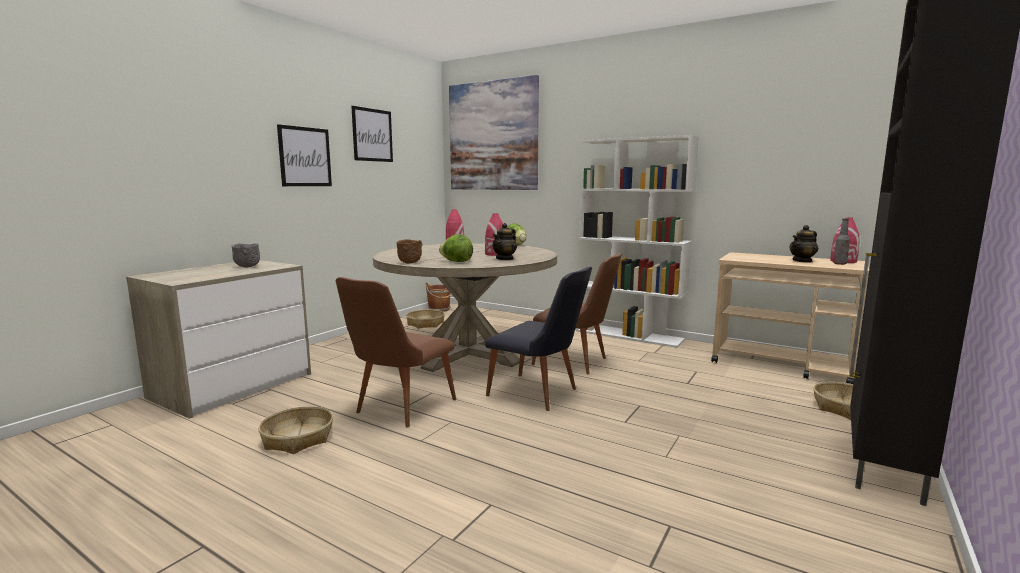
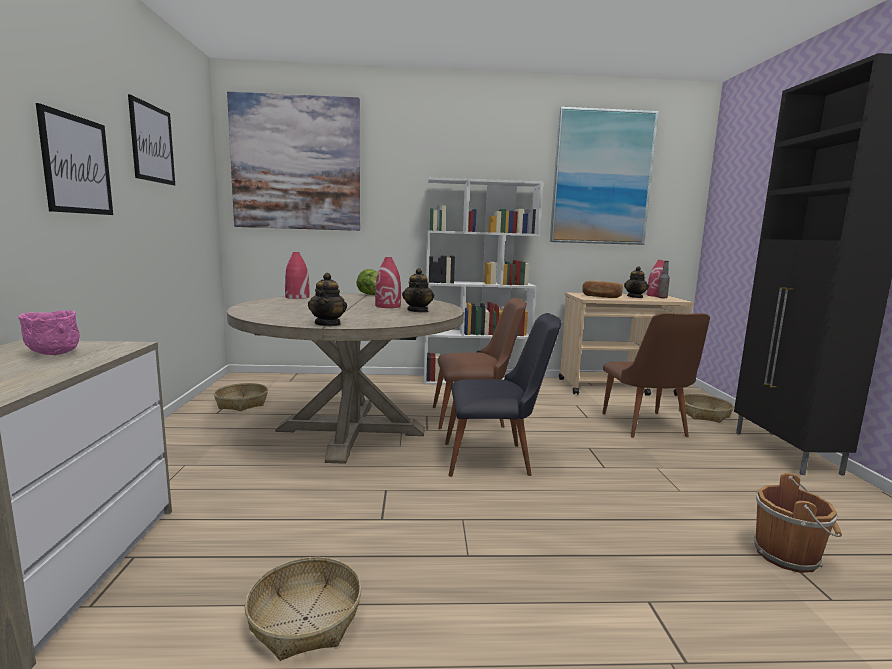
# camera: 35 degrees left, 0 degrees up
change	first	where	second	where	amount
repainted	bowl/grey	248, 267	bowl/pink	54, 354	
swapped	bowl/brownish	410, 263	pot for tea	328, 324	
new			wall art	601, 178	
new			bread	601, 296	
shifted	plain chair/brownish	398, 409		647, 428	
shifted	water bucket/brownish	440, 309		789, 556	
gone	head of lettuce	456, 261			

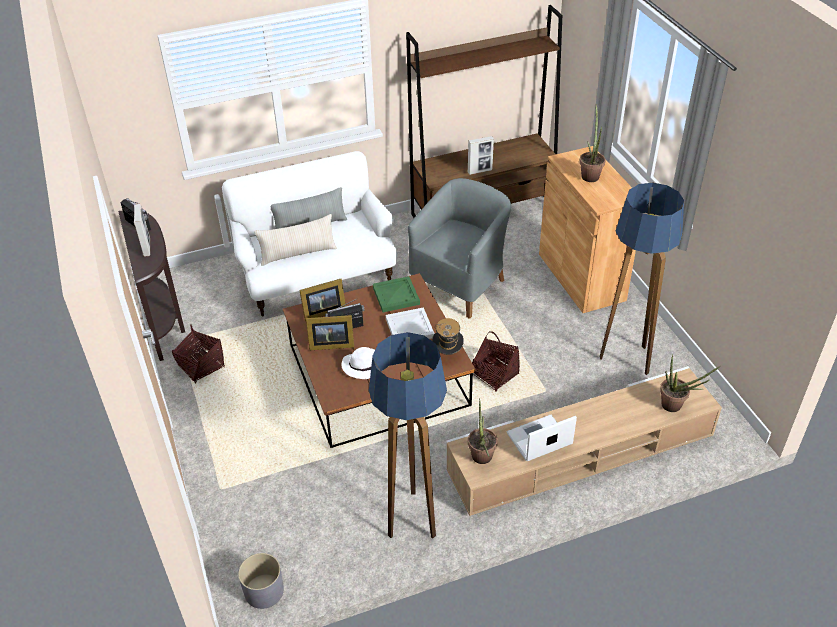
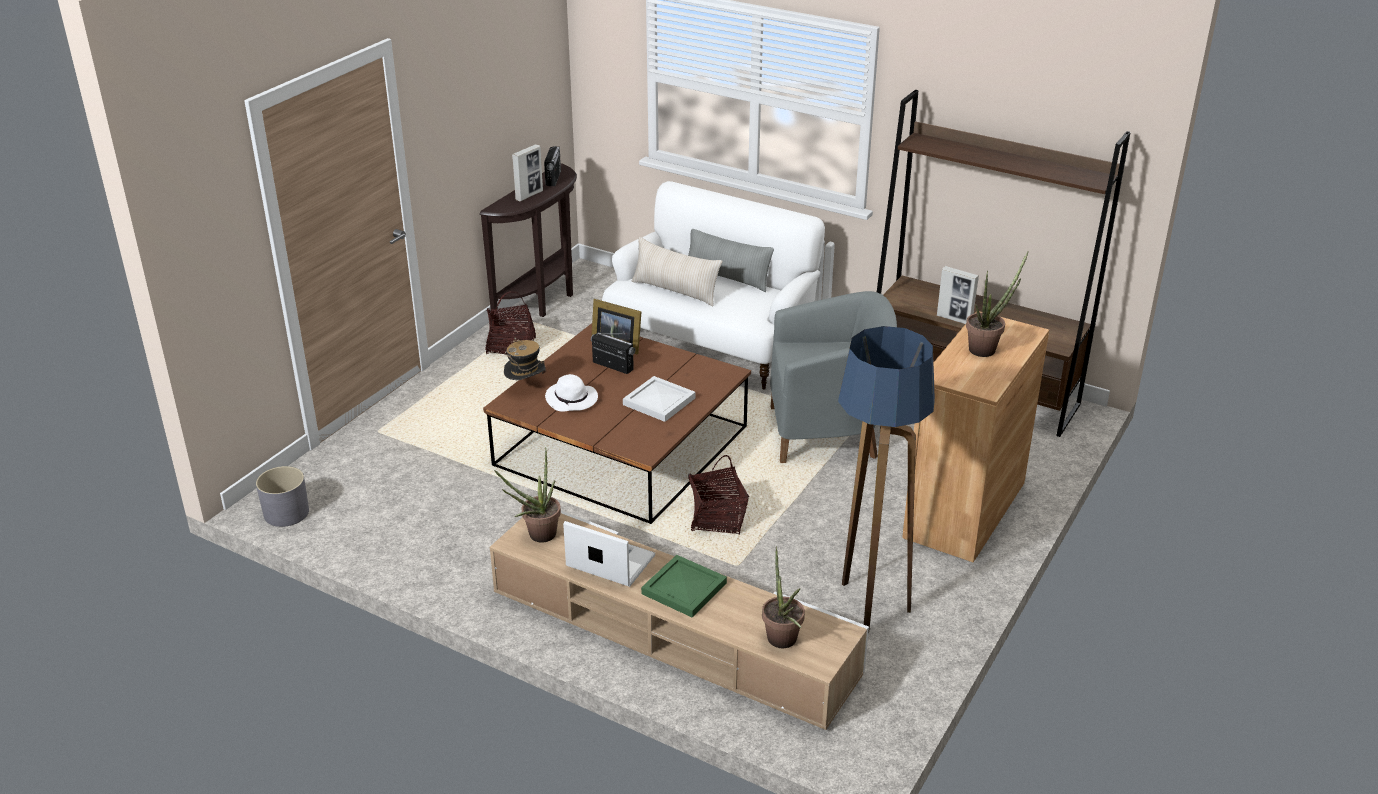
# camera: 50 degrees right, 10 degrees down
change	first	where	second	where	amount
shifted	wearable hat	447, 354		526, 387	
shifted	serving tray/green-coloured	397, 296		684, 589	
gone	picture frame	330, 344			
gone	floor lamp	412, 516			

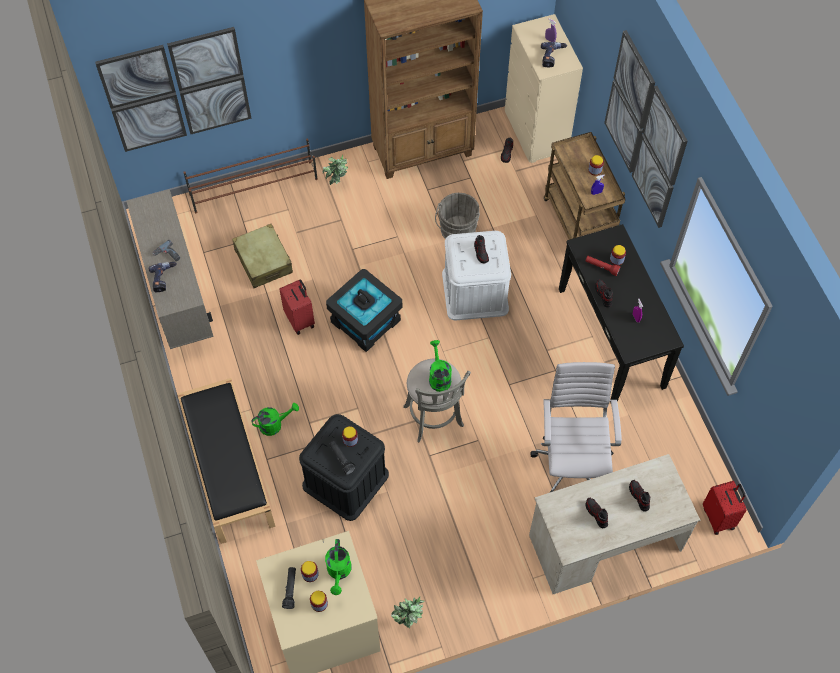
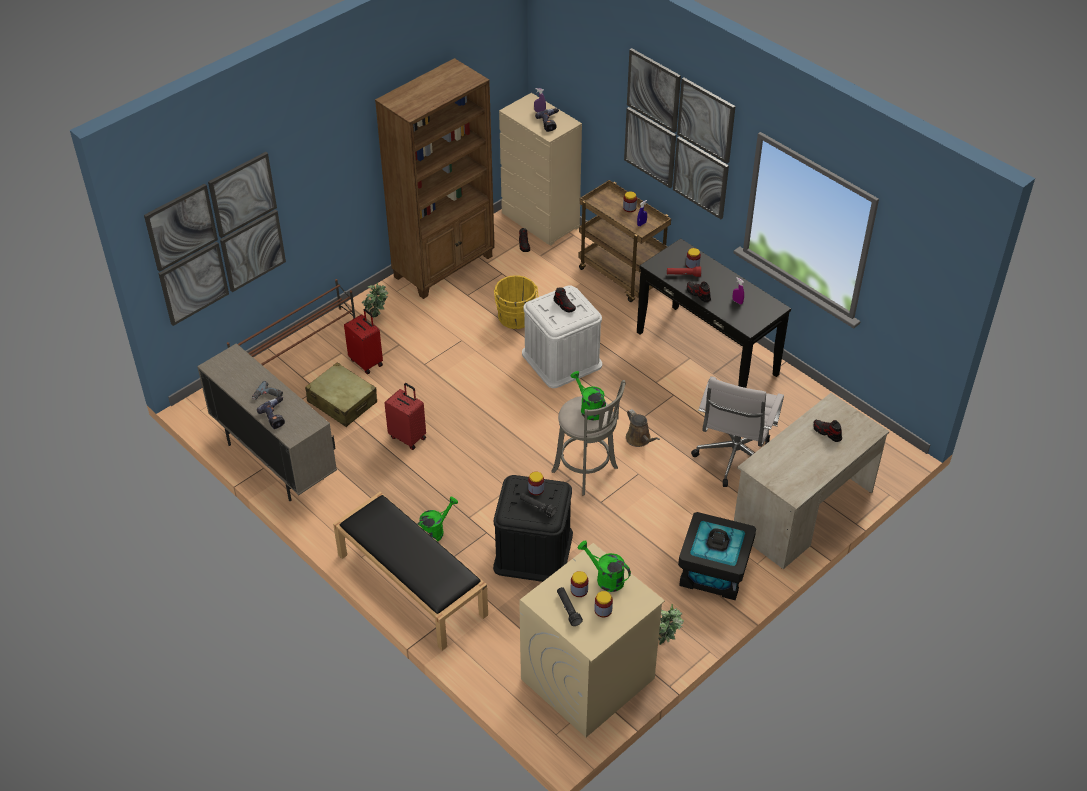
# camera: 25 degrees left, 15 degrees down
change	first	where	second	where	amount
shifted	travel case/red	719, 517		367, 362	
repainted	water bucket/grey	457, 232	water bucket/yellow-coloured	516, 319	
rotated	sprinkling can/green-coloured	339, 572		605, 578	150 degrees clockwise
new			sprinkling can/brownish	639, 439	
shifted	storage bin/black-coloured	365, 321		713, 571	
rotated	office chair/white-coloured	572, 462		733, 460	135 degrees counterclockwise
gone	low shoe	596, 514			

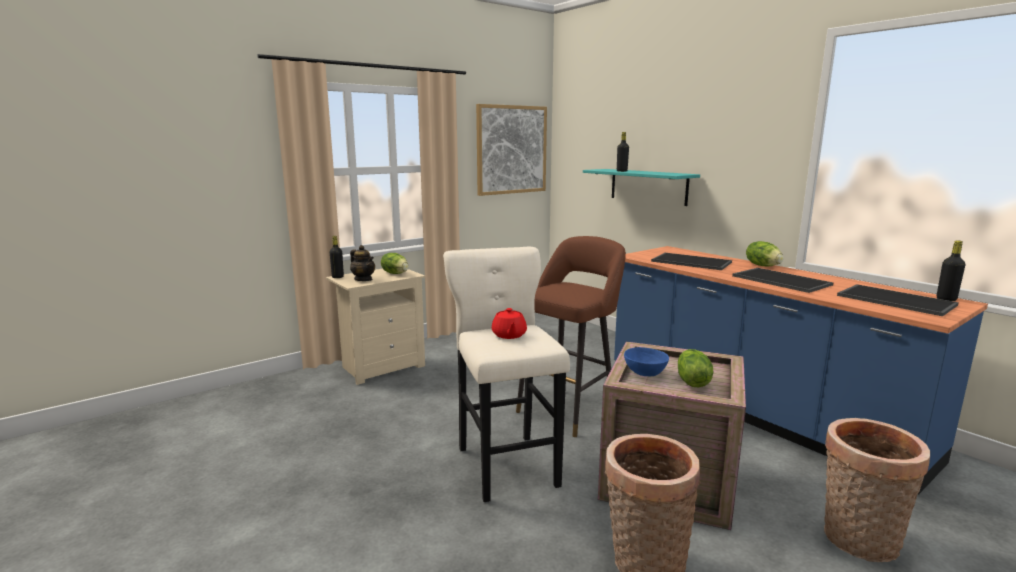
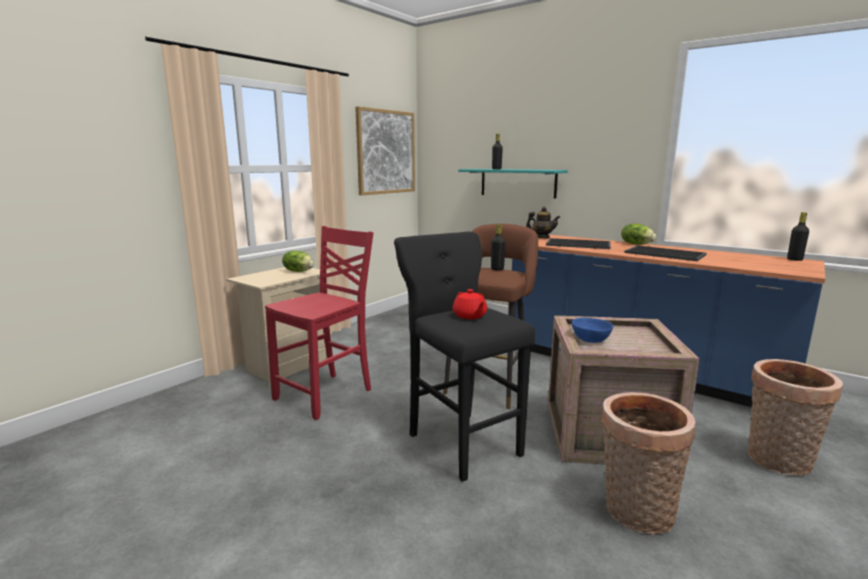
# camera: 15 degrees left, 0 degrees up
change	first	where	second	where	amount
new			plain chair/red	326, 395	
repainted	stool seat/sand-coloured	506, 463	stool seat/black-coloured	461, 441	
shifted	drink bottle/black-coloured	337, 277		497, 269	
shifted	pot for tea	363, 279		542, 237	
gone	head of lettuce	691, 382			
gone	serving tray	894, 300			

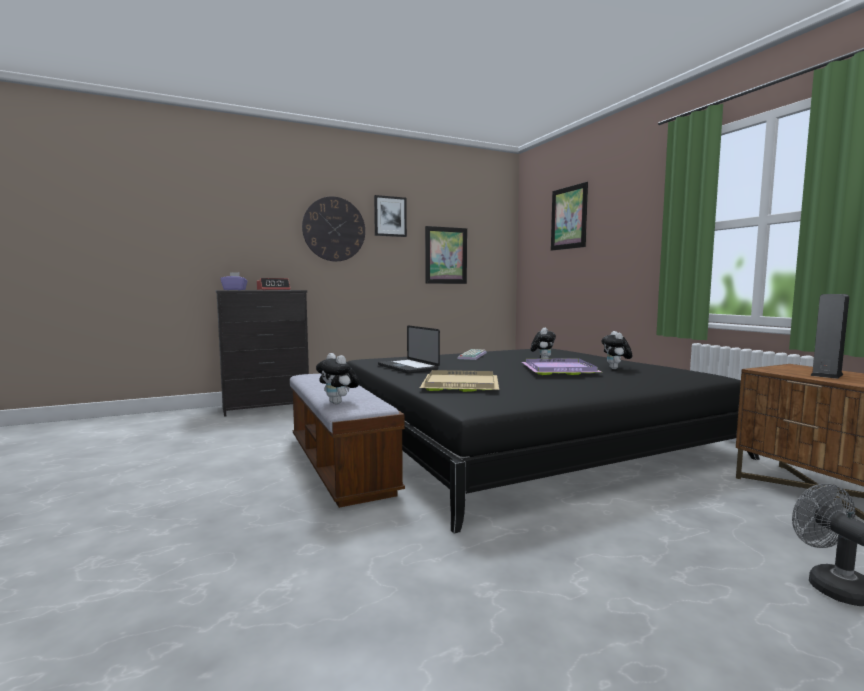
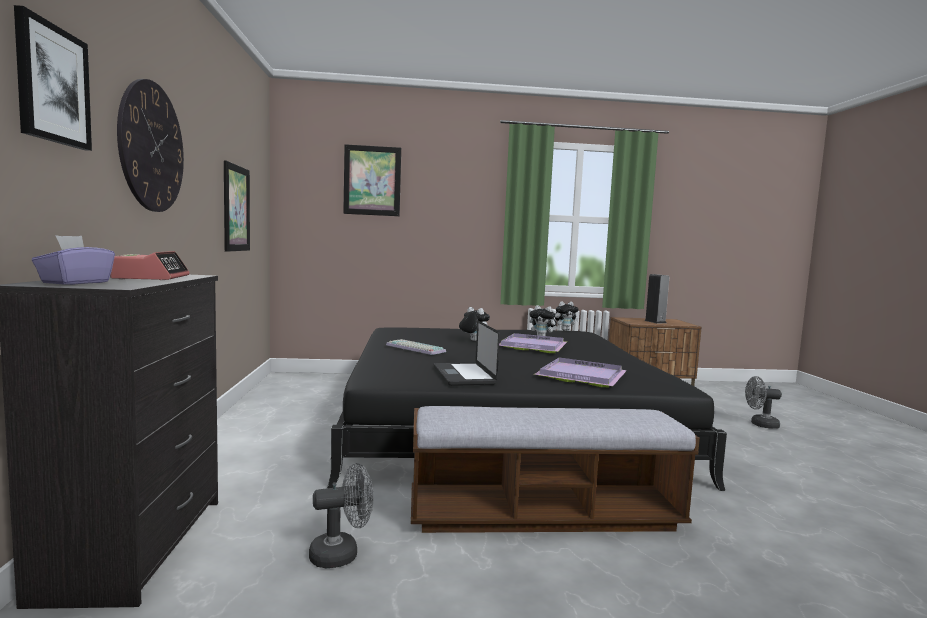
# camera: 70 degrees left, 0 degrees up
change	first	where	second	where	amount
shifted	wall art	390, 216		52, 85	
new			electric fan/grey	342, 554	
rotated	notebook computer	407, 367		463, 375	90 degrees clockwise
repainted	serving tray/sand-coloured	462, 384	serving tray/purple	580, 375	
shifted	plush toy	338, 403		565, 330	

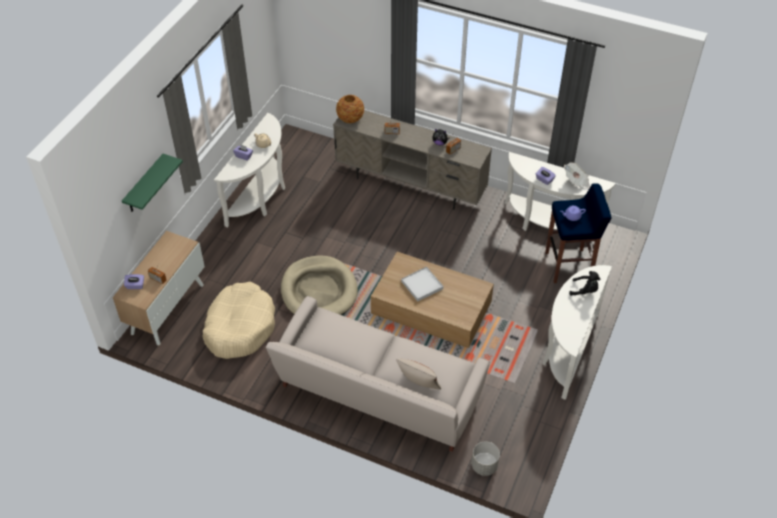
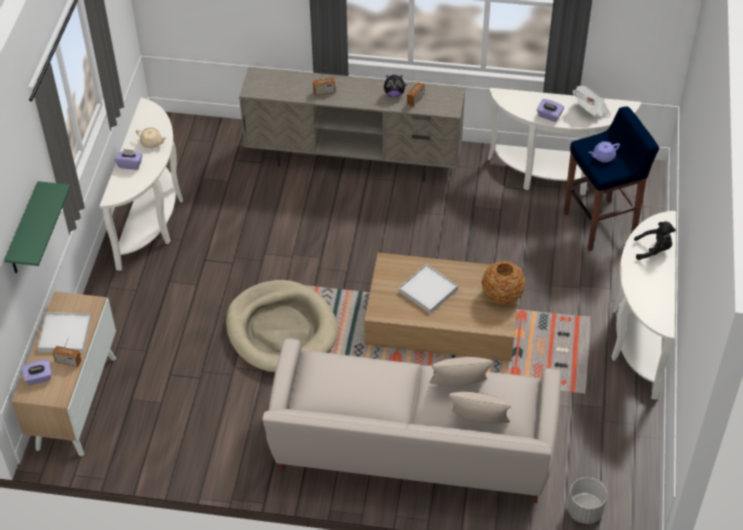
# camera: 15 degrees left, 0 degrees up
change	first	where	second	where	amount
new			serving tray/white-coloured	65, 334	
new			pillow/sand-coloured	459, 389	
shifted	decorative vase	350, 118		502, 295	
gone	dog bed/sand-coloured	240, 327			

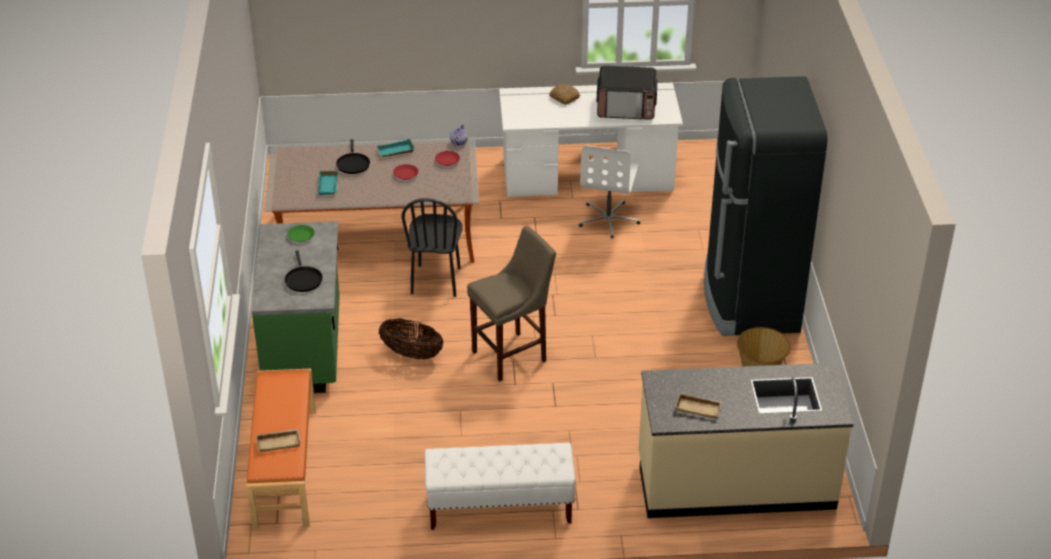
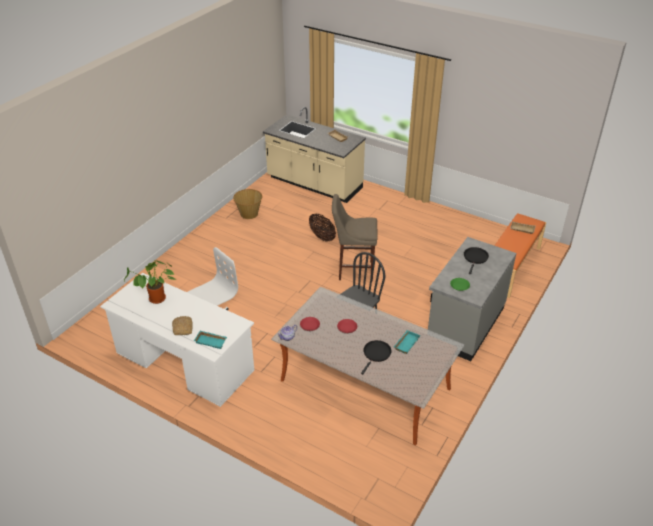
# camera: 145 degrees left, 0 degrees up
change	first	where	second	where	amount
swapped	kitchen microwave	626, 107	houseplant	156, 300	
shifted	serving tray/turquoise-coloured	395, 152		211, 341	
shifted	household basket	411, 354		322, 236	
repainted	kitchen counter/green-coloured	305, 348	kitchen counter/grey	464, 324	
gone	indoor bench/white-coloured	499, 508			
gone	fridge/black-coloured	749, 301			

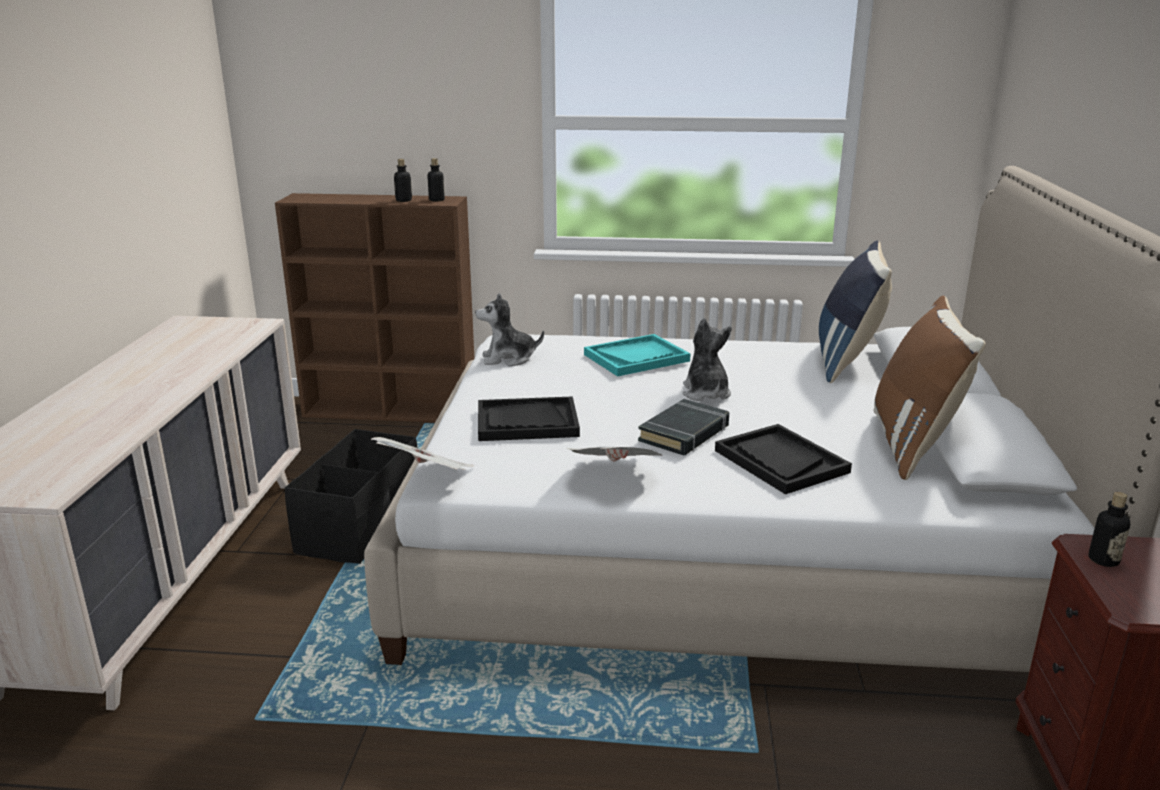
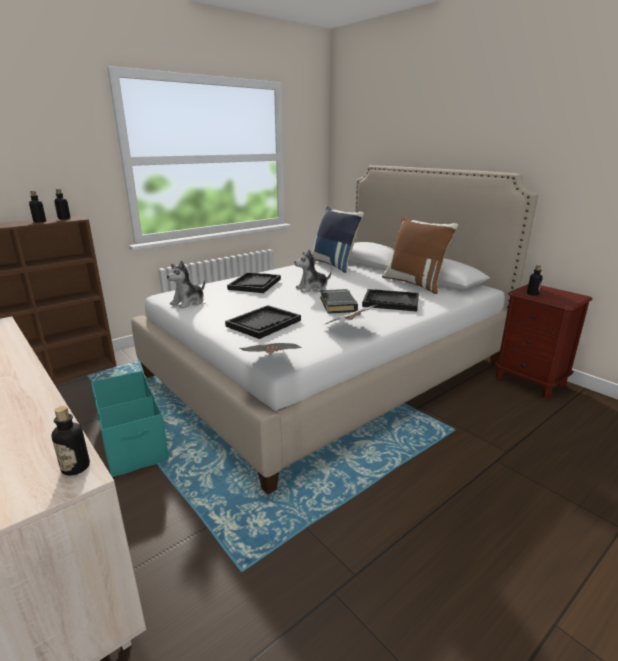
# camera: 45 degrees left, 0 degrees up
change	first	where	second	where	amount
new			drink bottle	75, 467	
repainted	storage bin/black-coloured	361, 524	storage bin/turquoise-coloured	133, 440	
repainted	serving tray/turquoise-coloured	636, 358	serving tray/black-coloured	255, 284	
rotated	plush toy	705, 393		312, 289	60 degrees counterclockwise

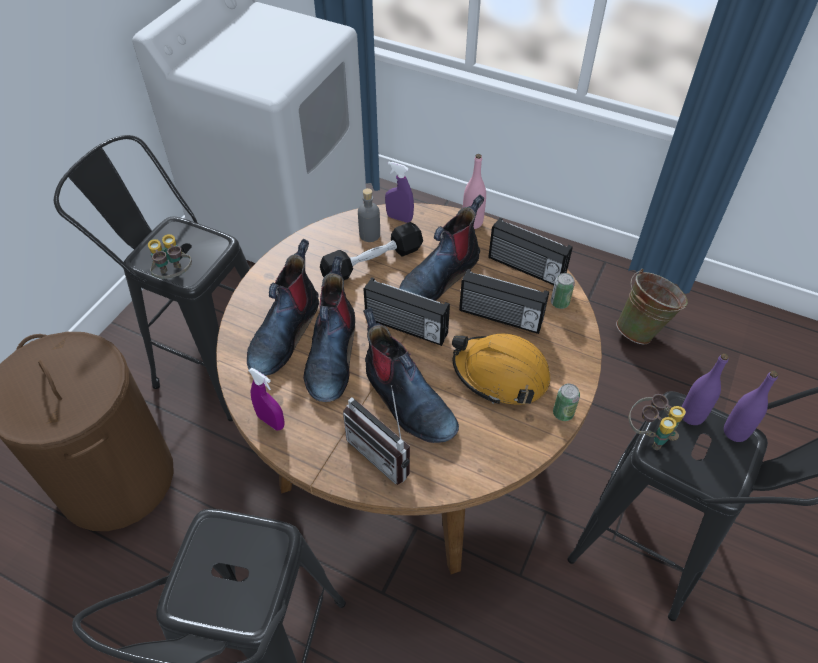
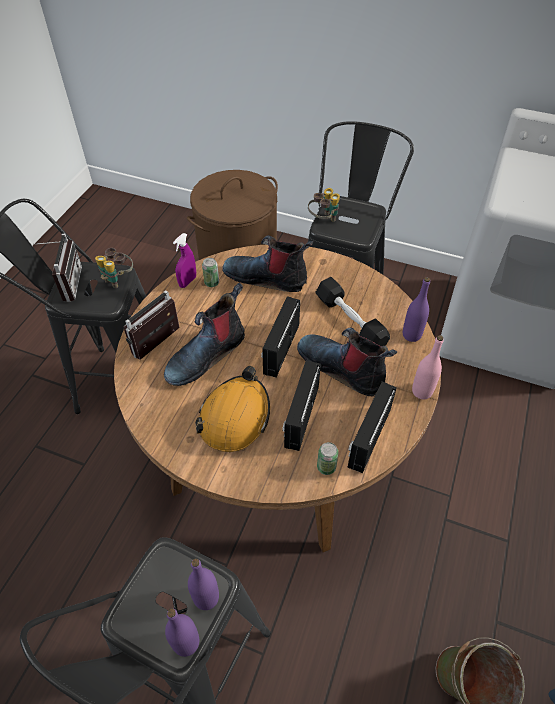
# camera: 85 degrees right, 0 degrees up
change	first	where	second	where	amount
new			radio	66, 284	
shifted	binoculars	649, 434		118, 279	
shifted	metal can	563, 413		211, 283	
swapped	spray bottle/purple	399, 218	drink bottle/purple	411, 335	
gone	high-top boot	331, 354			
gone	drink bottle/grey	369, 234			

